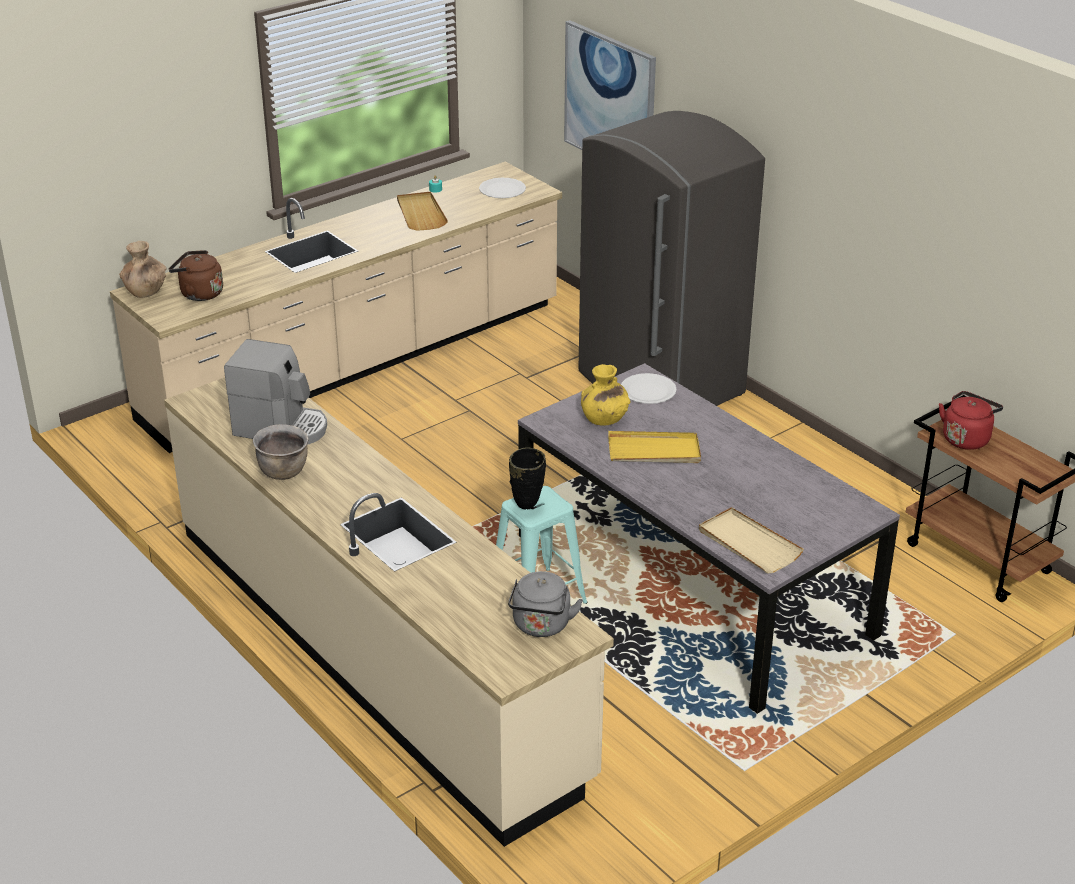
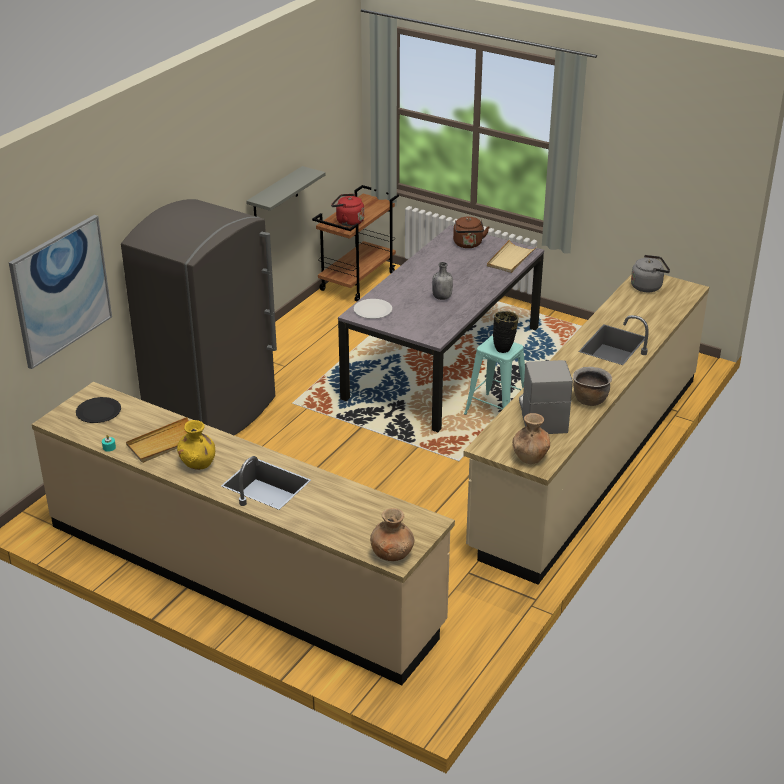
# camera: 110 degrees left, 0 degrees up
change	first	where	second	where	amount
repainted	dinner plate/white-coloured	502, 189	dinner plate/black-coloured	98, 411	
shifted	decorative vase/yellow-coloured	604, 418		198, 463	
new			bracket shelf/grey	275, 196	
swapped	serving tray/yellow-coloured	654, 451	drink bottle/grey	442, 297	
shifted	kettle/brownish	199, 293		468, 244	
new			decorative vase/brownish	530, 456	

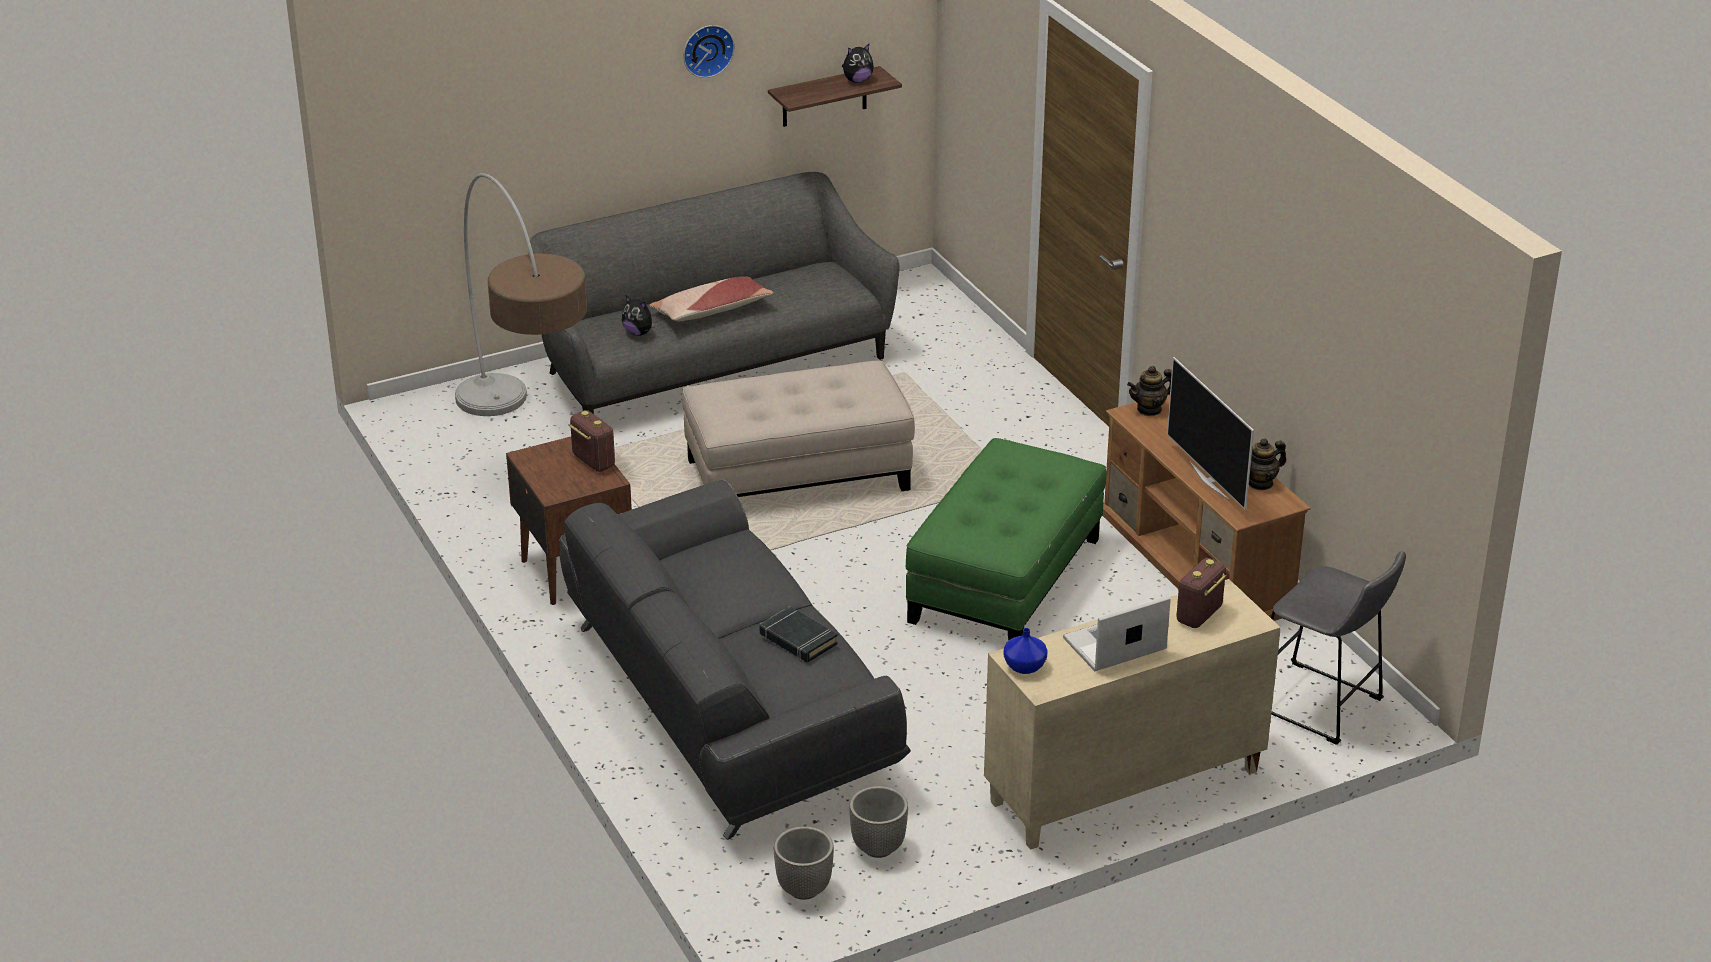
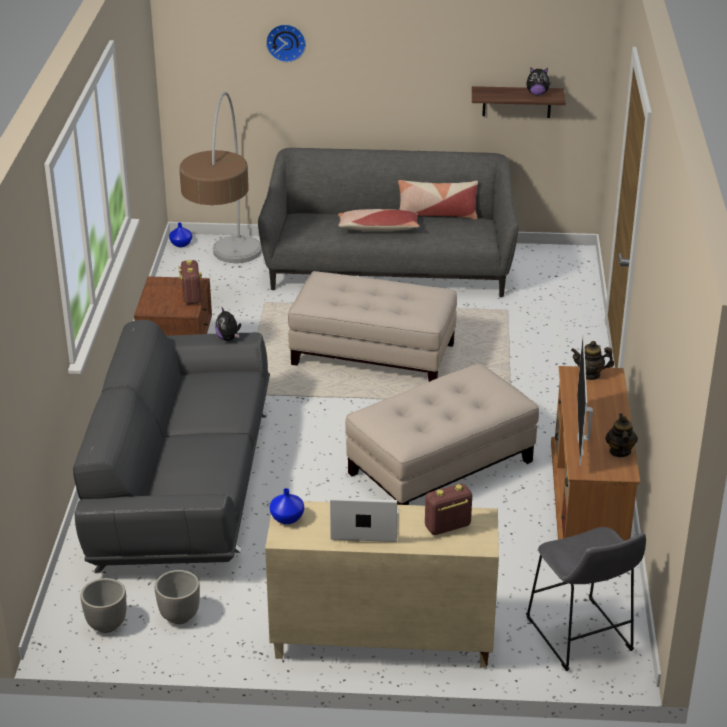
# camera: 30 degrees right, 0 degrees up
change	first	where	second	where	amount
new			decorative vase/blue-coloured	181, 244	
shifted	plush toy	639, 333		228, 338	
shifted	clock on the wall	706, 49		286, 42	
repainted	pouffe/green-coloured	1006, 580	pouffe/sand-coloured	441, 468	
new			pillow	437, 214	
rotated	pot for tea	1260, 483		619, 451	90 degrees clockwise
gone	bound book/black-coloured	797, 640			

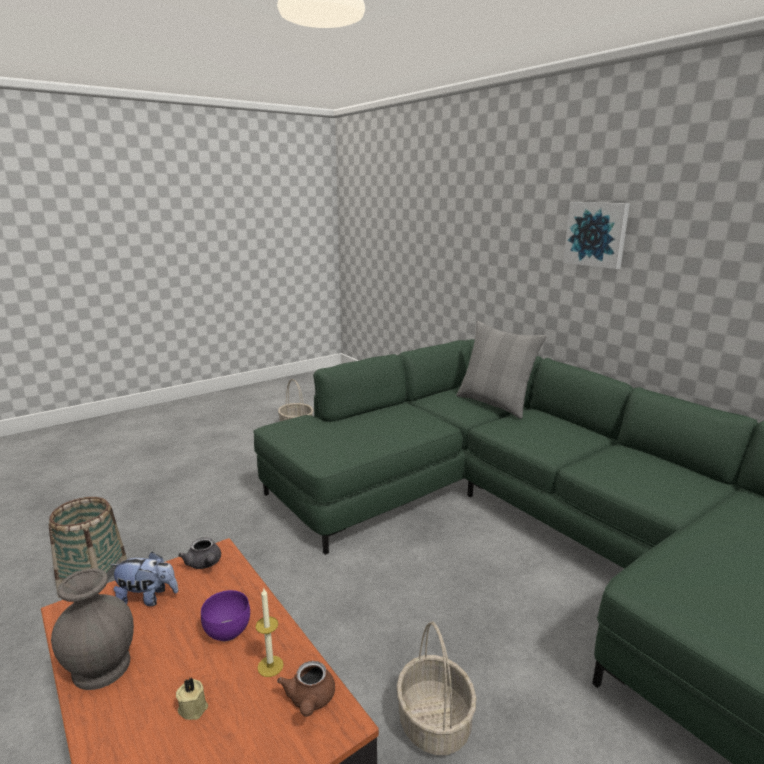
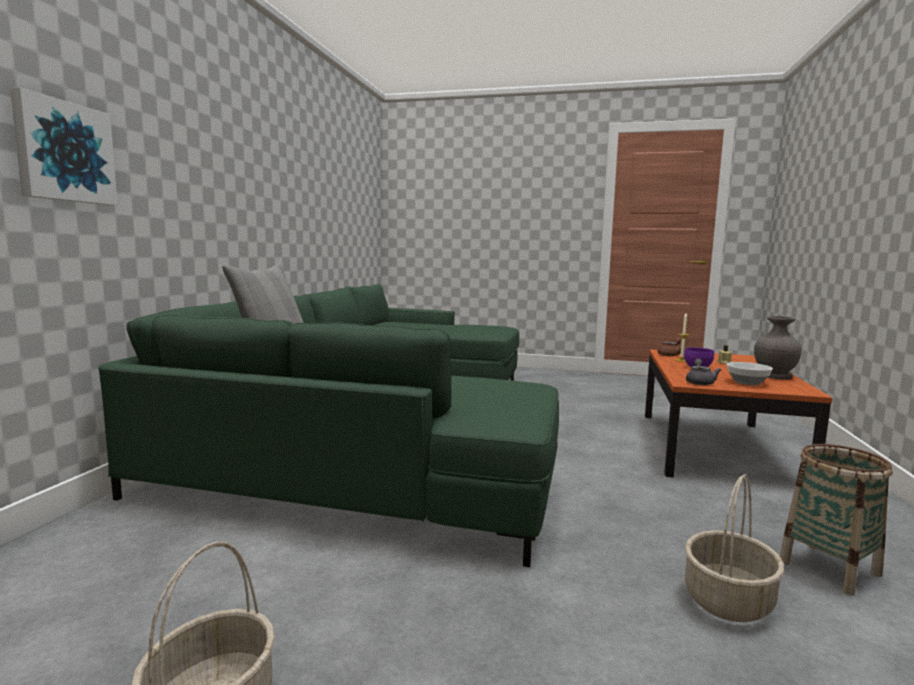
# camera: 130 degrees left, 10 degrees down
change	first	where	second	where	amount
shifted	wall art	596, 234		64, 152	
shifted	household basket	433, 722		728, 601	
swapped	plush toy	148, 598	bowl	746, 382	

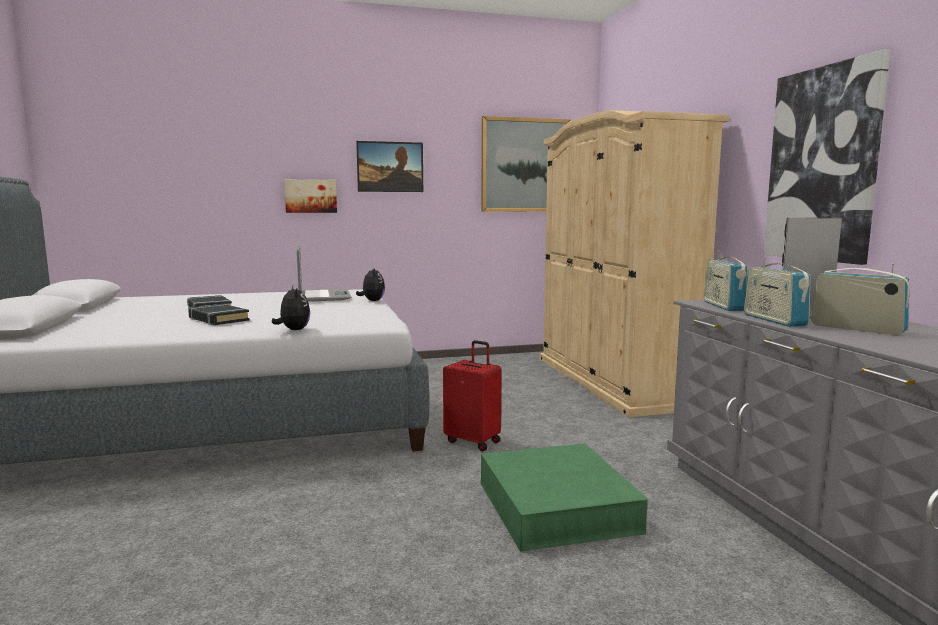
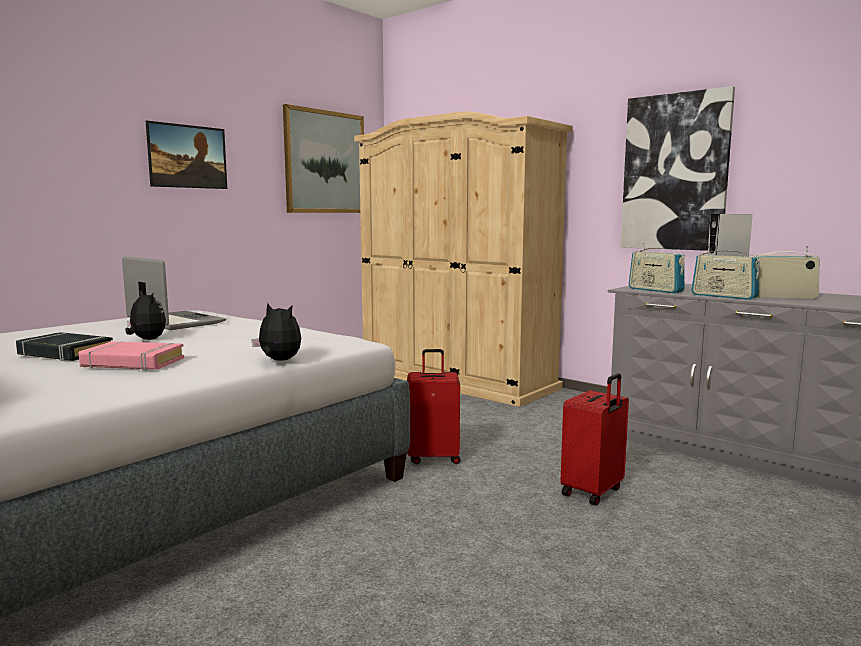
# camera: 35 degrees left, 0 degrees up
change	first	where	second	where	amount
repainted	bound book/black-coloured	218, 319	bound book/pink	132, 363	
shifted	plush toy	372, 301		146, 340	
swapped	storage bin/green-coloured	556, 507	travel case/red	593, 492	
gone	wall art	311, 196			

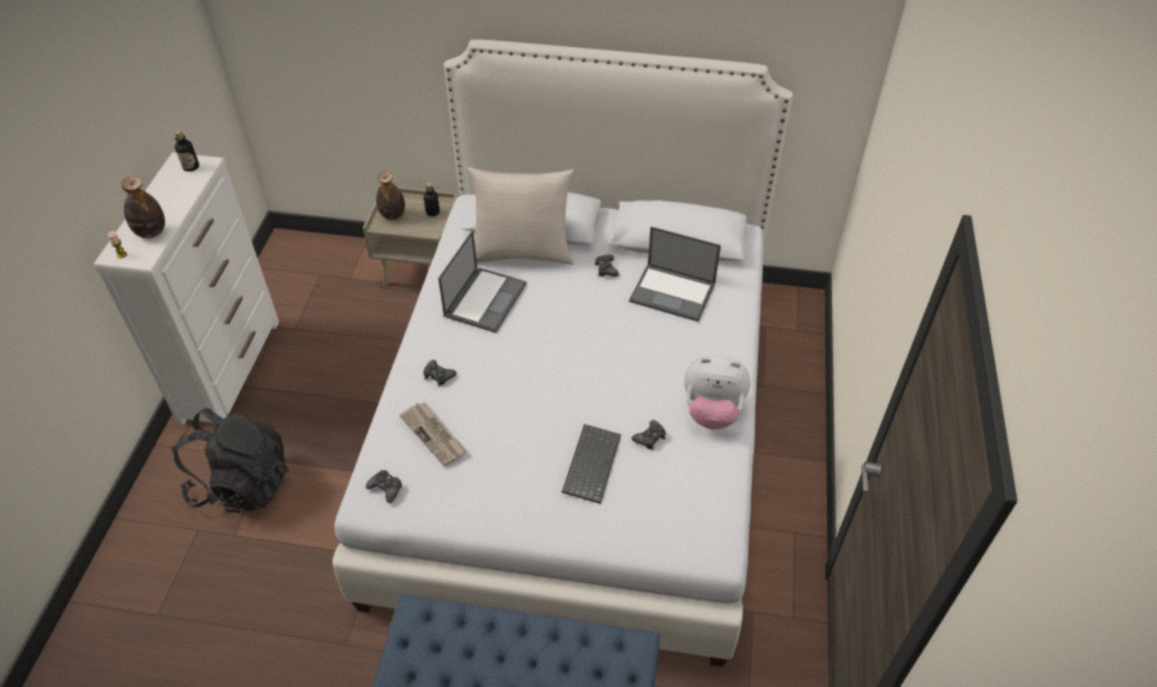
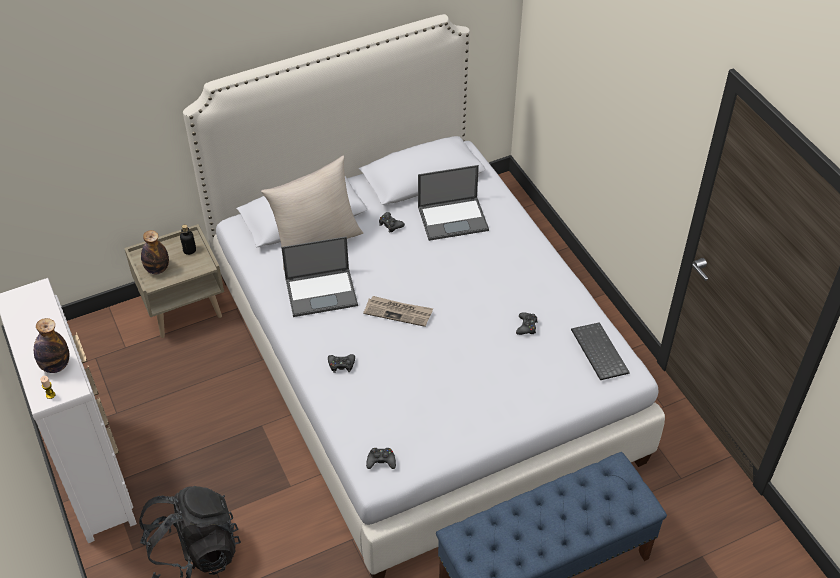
# camera: 35 degrees left, 0 degrees up
change	first	where	second	where	amount
rotated	notebook computer	485, 299		322, 292	90 degrees clockwise
shifted	daily paper	434, 435		398, 312	
shifted	keyboard	590, 463		597, 352	
gone	drink bottle	191, 167			
gone	plush toy	712, 411			

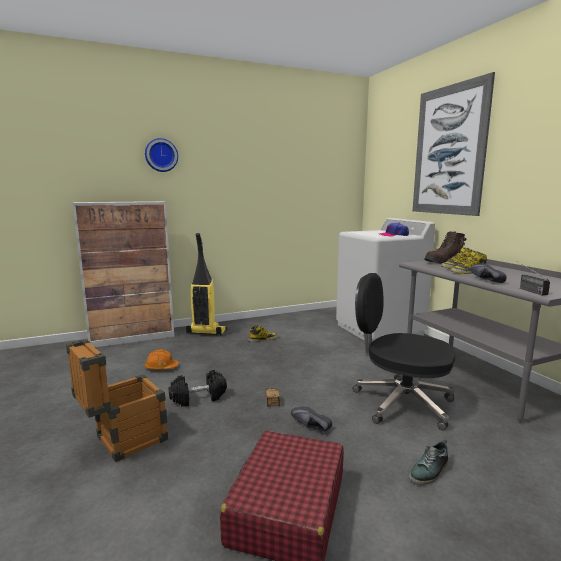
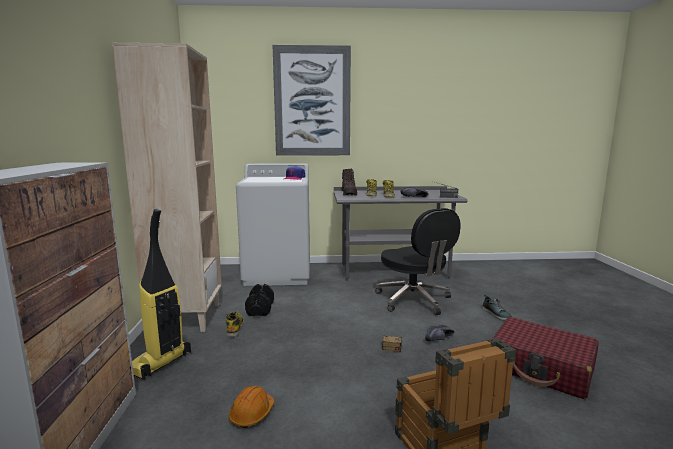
# camera: 70 degrees left, 0 degrees up
change	first	where	second	where	amount
new			bookshelf/sand-coloured	186, 317	
shifted	hand weight/black-coloured	198, 398		260, 309	
rotated	office chair/black-coloured	400, 402		414, 300	75 degrees counterclockwise
gone	clock on the wall	161, 155			

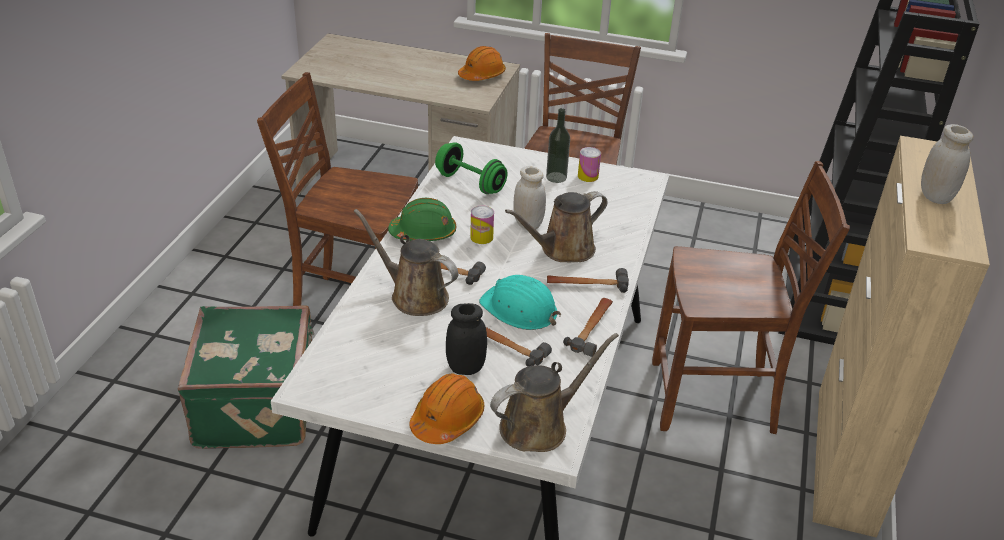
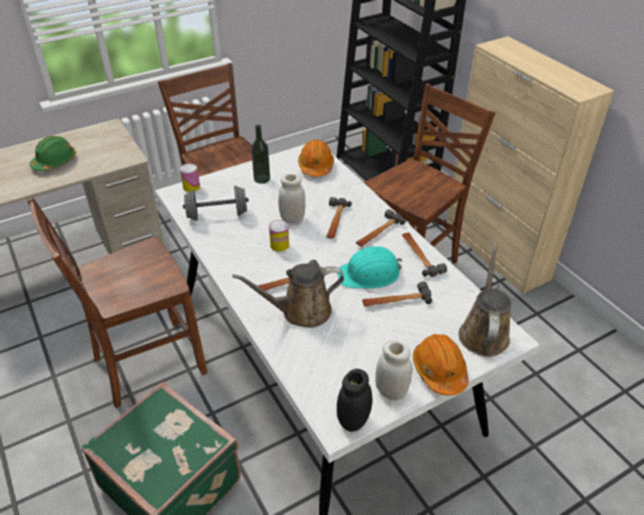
# camera: 45 degrees left, 5 degrees up
change	first	where	second	where	amount
shifted	hard hat/green-coloured	423, 233		55, 162	
shifted	metal can	588, 176		191, 187	
repainted	hand weight/green-coloured	470, 183	hand weight/grey	217, 215	
shifted	hard hat/orange	482, 75		316, 166	
swapped	sprinkling can/brownish	563, 250	tool hammer	335, 221	
shifted	jar/black-coloured	465, 367		353, 421	
shifted	jar/white-coloured	935, 197		391, 391	

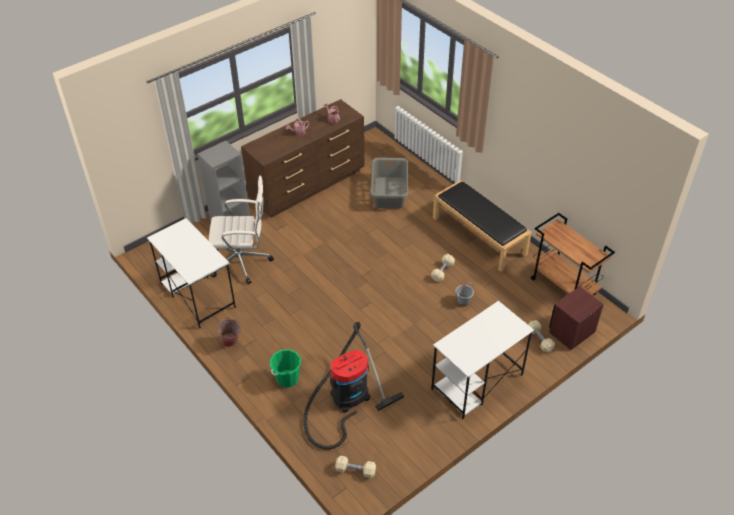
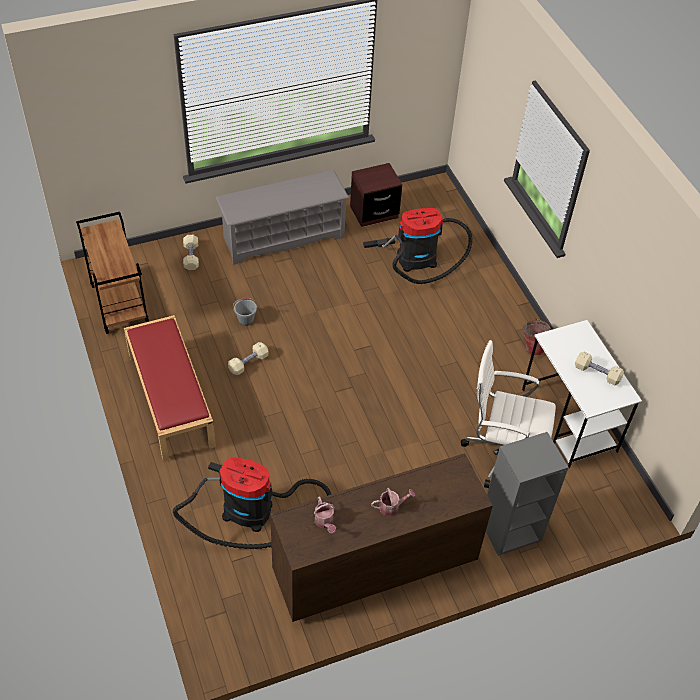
# camera: 165 degrees left, 5 degrees up
change	first	where	second	where	amount
repainted	indoor bench/black-coloured	479, 236	indoor bench/red	170, 399	
swapped	laundry basket/grey	389, 192	vacuum cleaner	253, 512	
swapped	desk/white-coloured	476, 382	shoe stand/grey	283, 237	
shifted	nightstand/brownish	571, 332		374, 212	
shifted	hand weight/sand-coloured	355, 470		597, 373	
gone	water bucket/green-coloured	287, 378			

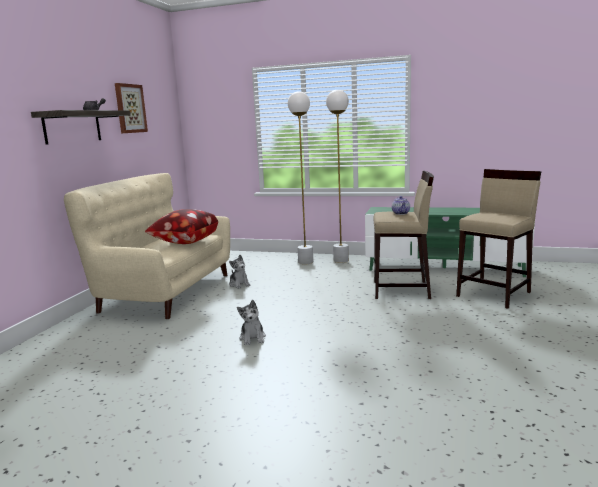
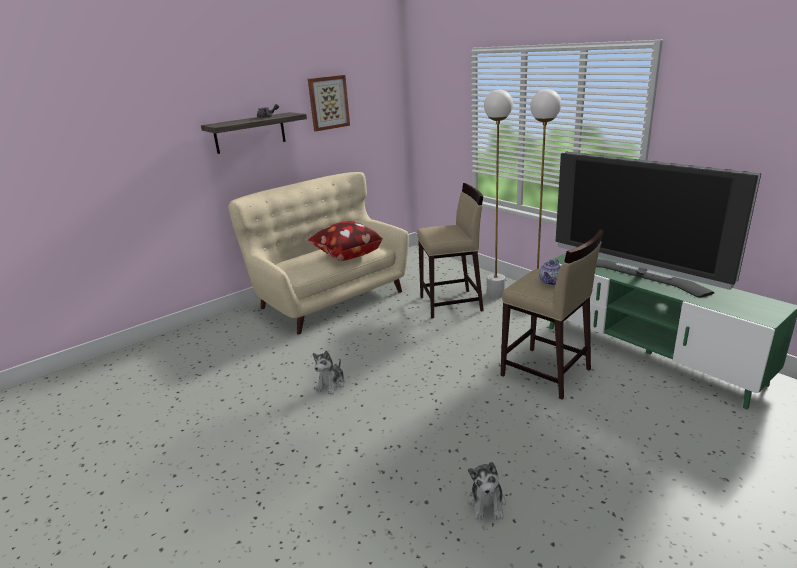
# camera: 35 degrees right, 10 degrees up
change	first	where	second	where	amount
shifted	stool seat/sand-coloured	494, 294		451, 304	
shifted	plush toy	239, 284		487, 503	
new			television	639, 276	

